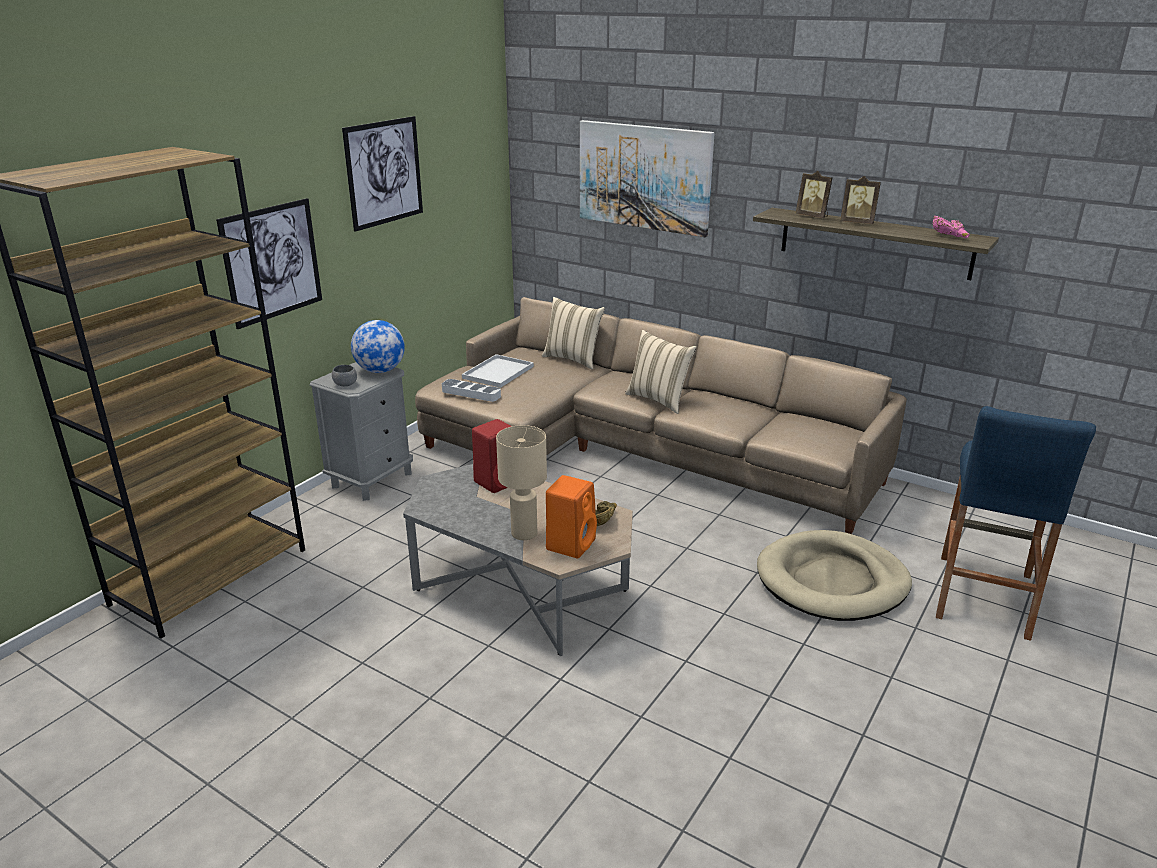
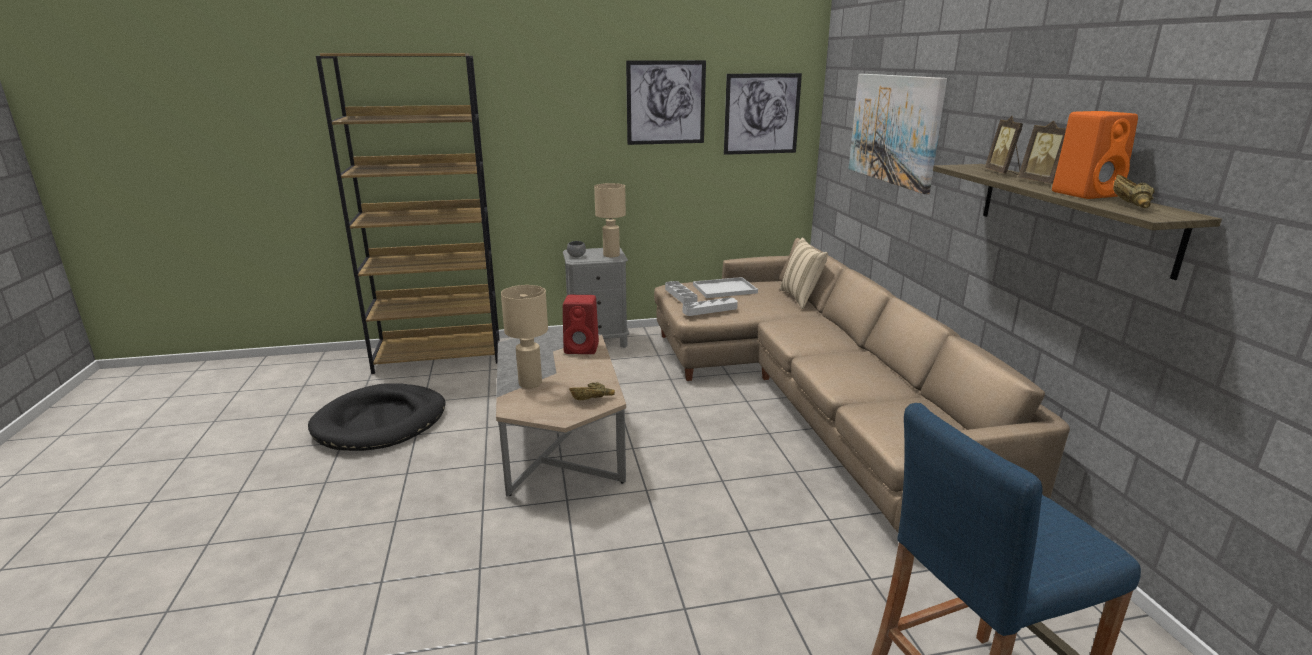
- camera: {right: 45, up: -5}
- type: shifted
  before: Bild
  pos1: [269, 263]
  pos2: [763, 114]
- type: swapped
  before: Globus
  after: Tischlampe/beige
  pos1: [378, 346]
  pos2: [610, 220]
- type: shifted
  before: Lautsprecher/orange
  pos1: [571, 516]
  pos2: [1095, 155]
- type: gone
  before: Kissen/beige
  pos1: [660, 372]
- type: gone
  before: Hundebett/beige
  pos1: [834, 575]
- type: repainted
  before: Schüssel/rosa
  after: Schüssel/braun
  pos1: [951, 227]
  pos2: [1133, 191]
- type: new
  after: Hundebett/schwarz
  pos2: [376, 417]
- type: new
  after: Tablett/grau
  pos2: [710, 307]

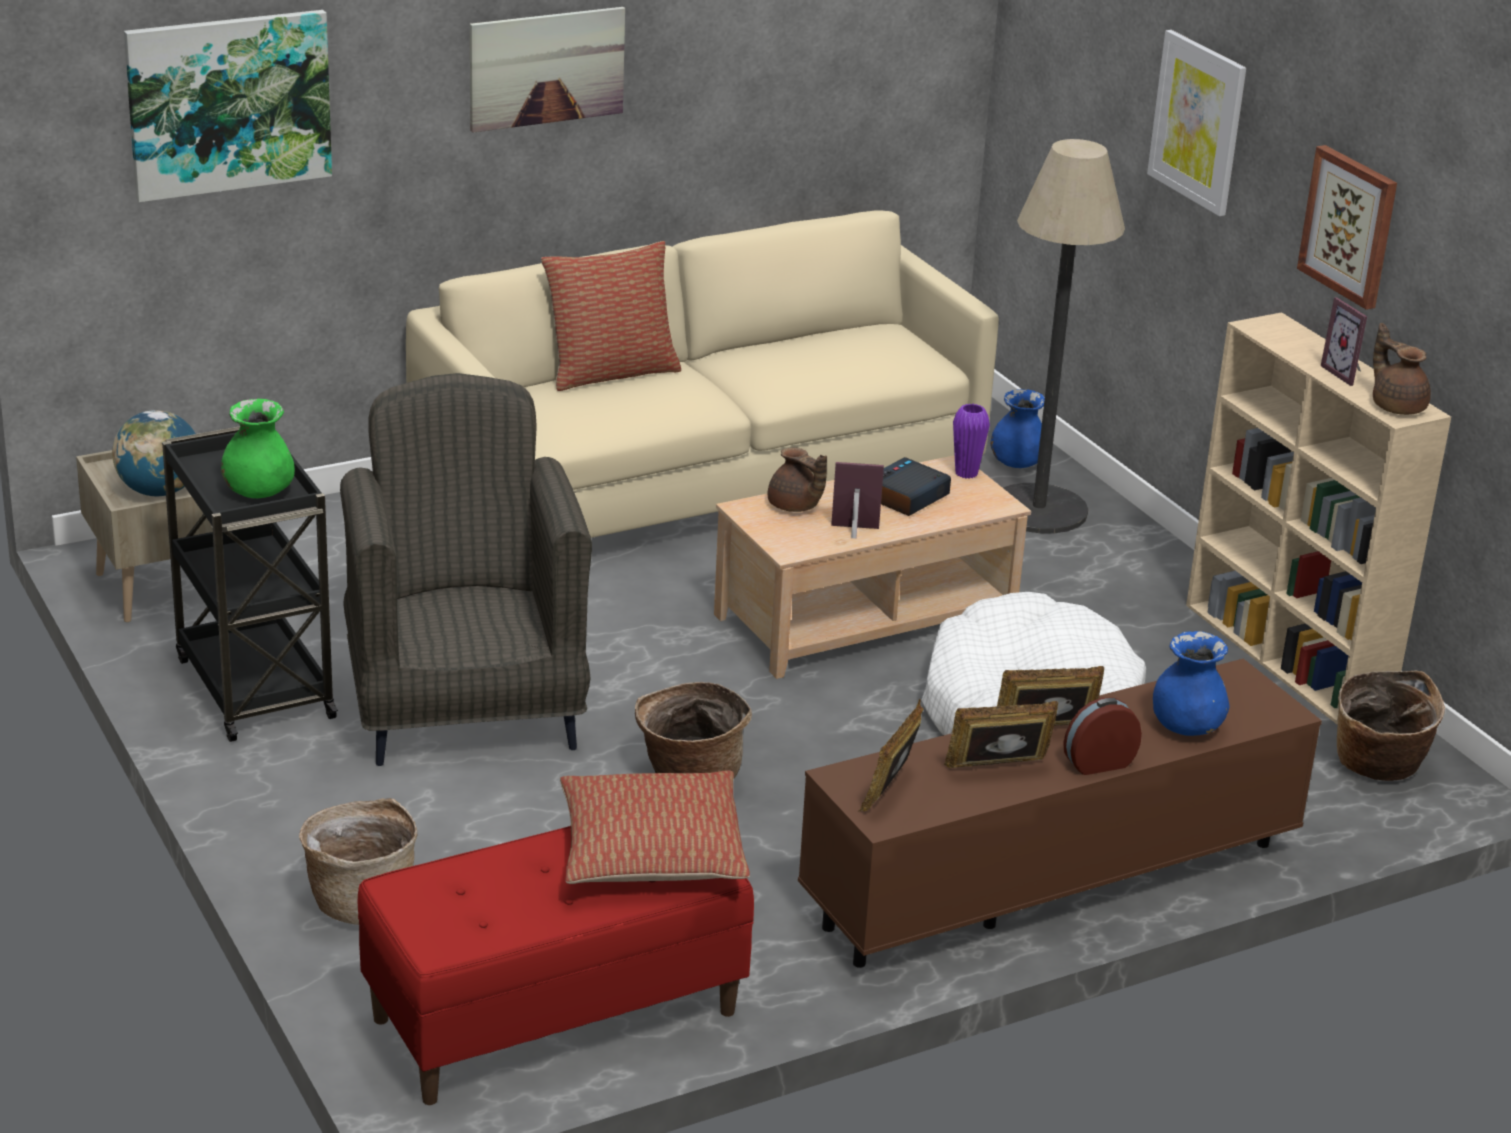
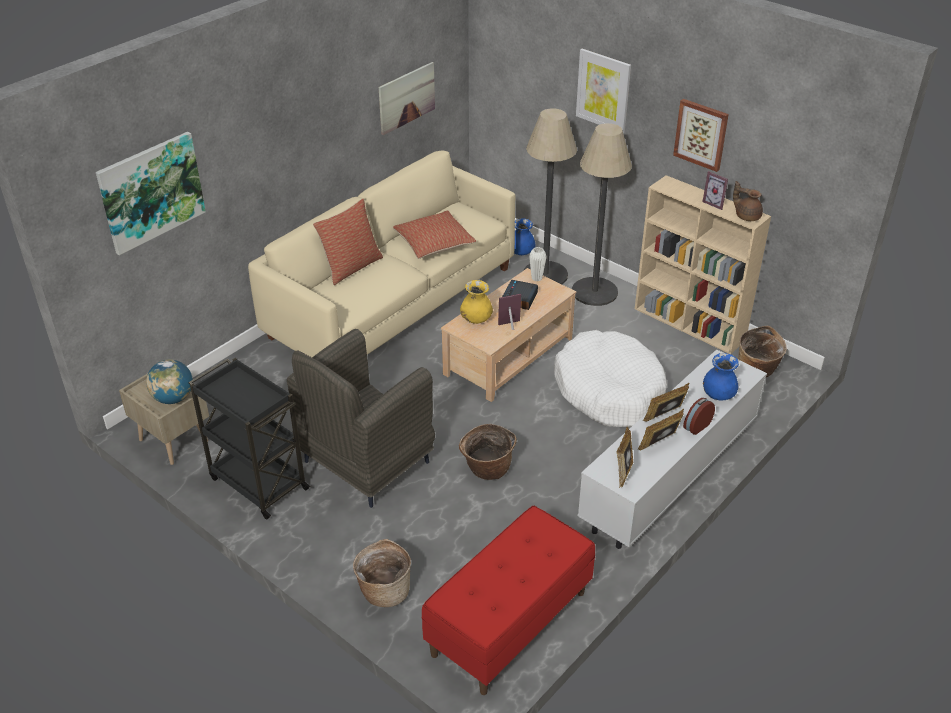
- camera: {right: -20, up: 10}
- type: gone
  before: Vase/grün
  pos1: [258, 448]
- type: rotated
  before: Sessel/grau
  pos1: [466, 569]
  pos2: [361, 418]
  turn: -105
- type: shifted
  before: Bild
  pos1: [547, 70]
  pos2: [407, 98]
- type: shifted
  before: Kissen
  pos1: [655, 827]
  pos2: [434, 234]
- type: swapped
  before: Teekanne/braun
  after: Vase/gelb
  pos1: [797, 480]
  pos2: [476, 302]
- type: repainted
  before: Fernsehschrank/braun
  after: Fernsehschrank/weiß
  pos1: [1060, 813]
  pos2: [672, 449]
- type: repainted
  before: Vase/lila
  after: Vase/weiß
  pos1: [971, 441]
  pos2: [538, 264]
- type: new
  after: Stehlampe
  pos2: [602, 214]

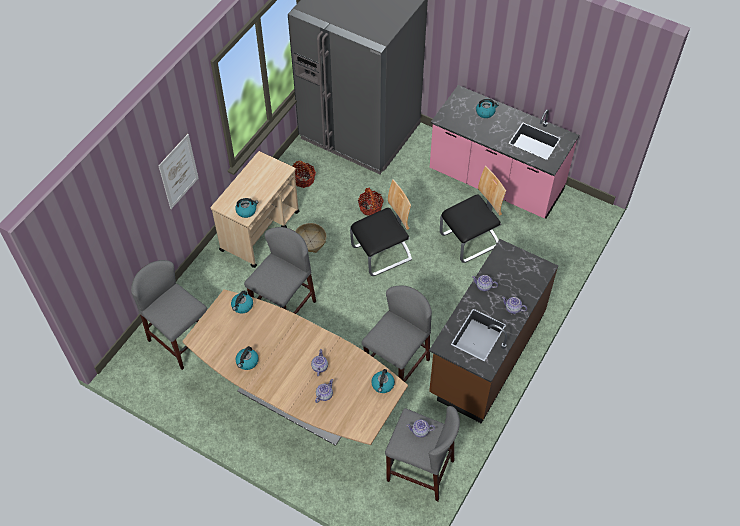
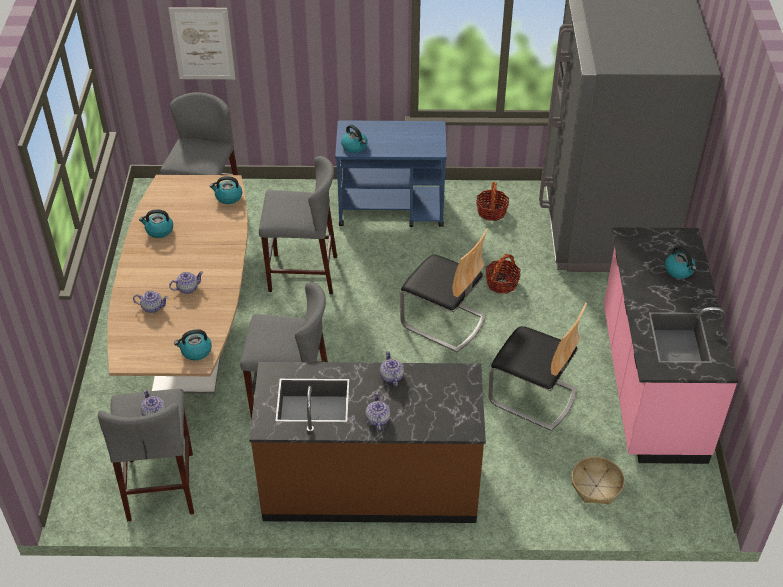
- camera: {right: 60, up: -10}
- type: shifted
  before: Bild
  pos1: [178, 171]
  pos2: [201, 43]
- type: repainted
  before: Rollwagen/beige
  after: Rollwagen/blau
  pos1: [255, 209]
  pos2: [391, 174]
- type: shifted
  before: Korb
  pos1: [310, 238]
  pos2: [598, 480]

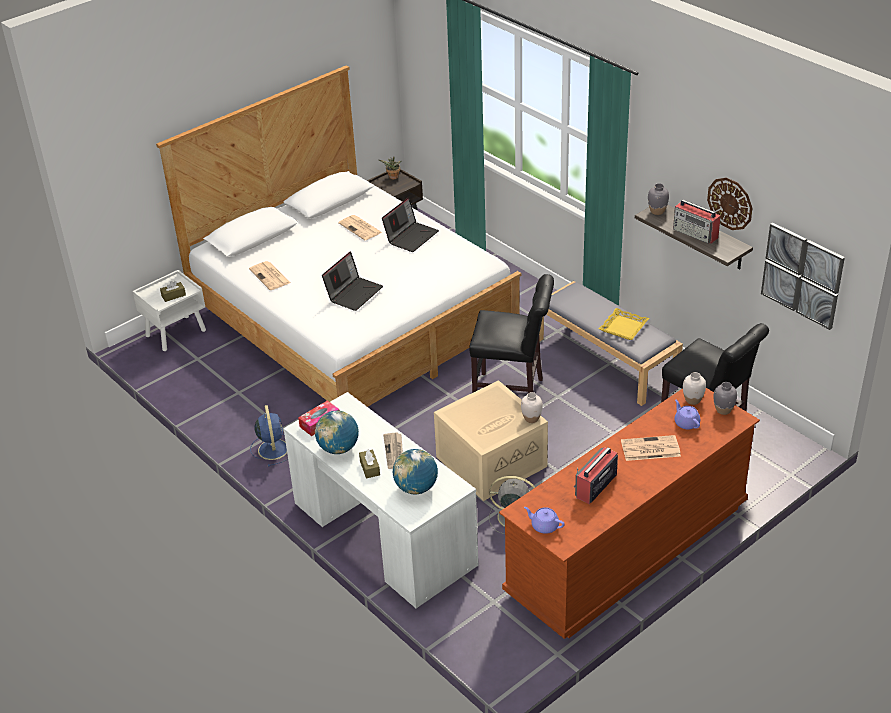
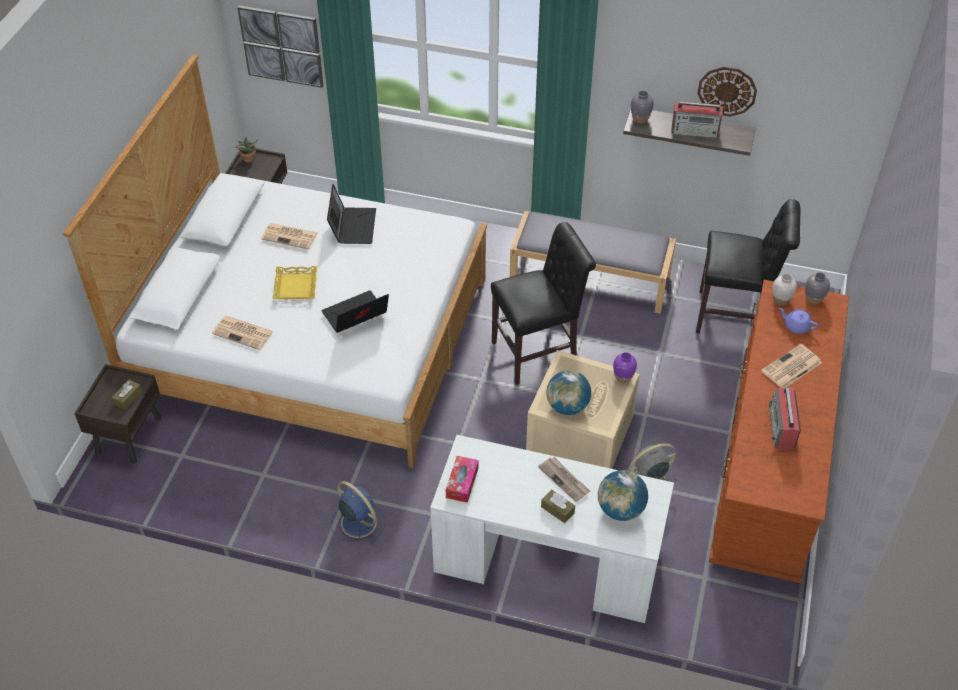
- camera: {right: -35, up: 10}
- type: repainted
  before: Nachttisch/weiß
  after: Nachttisch/braun
  pos1: [169, 310]
  pos2: [117, 414]
- type: shifted
  before: Globus
  pos1: [337, 432]
  pos2: [568, 392]
- type: rotated
  before: Laptop
  pos1: [352, 281]
  pos2: [355, 311]
  turn: -120
- type: repainted
  before: Vase/weiß
  after: Vase/lila
  pos1: [532, 407]
  pos2: [625, 367]
- type: gone
  before: Teekanne/lila
  pos1: [544, 520]
- type: shifted
  before: Tablett/gelb
  pos1: [624, 324]
  pos2: [295, 282]
- type: shifted
  before: Bild
  pos1: [803, 276]
  pos2: [280, 46]

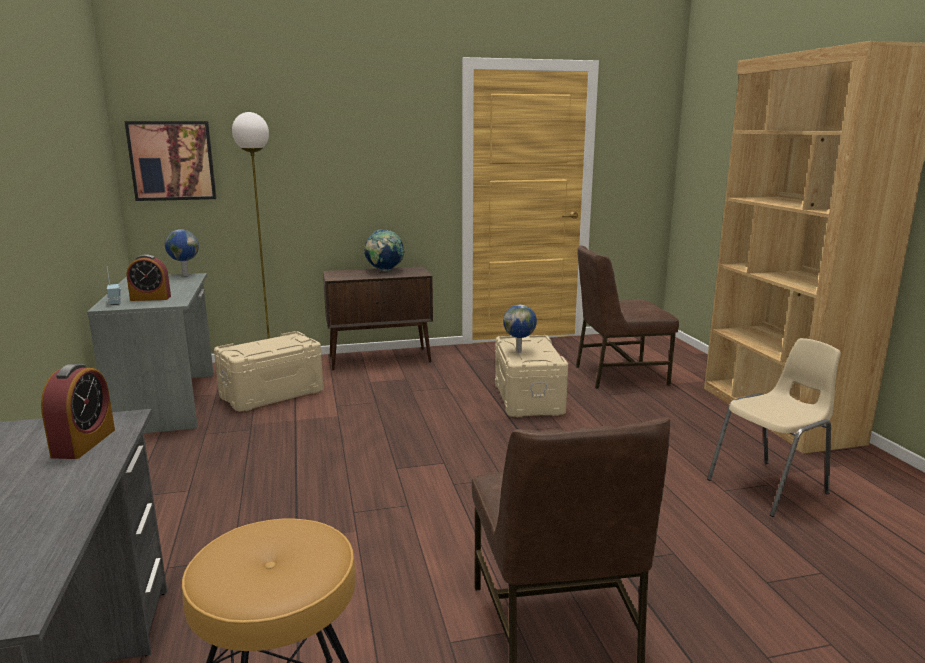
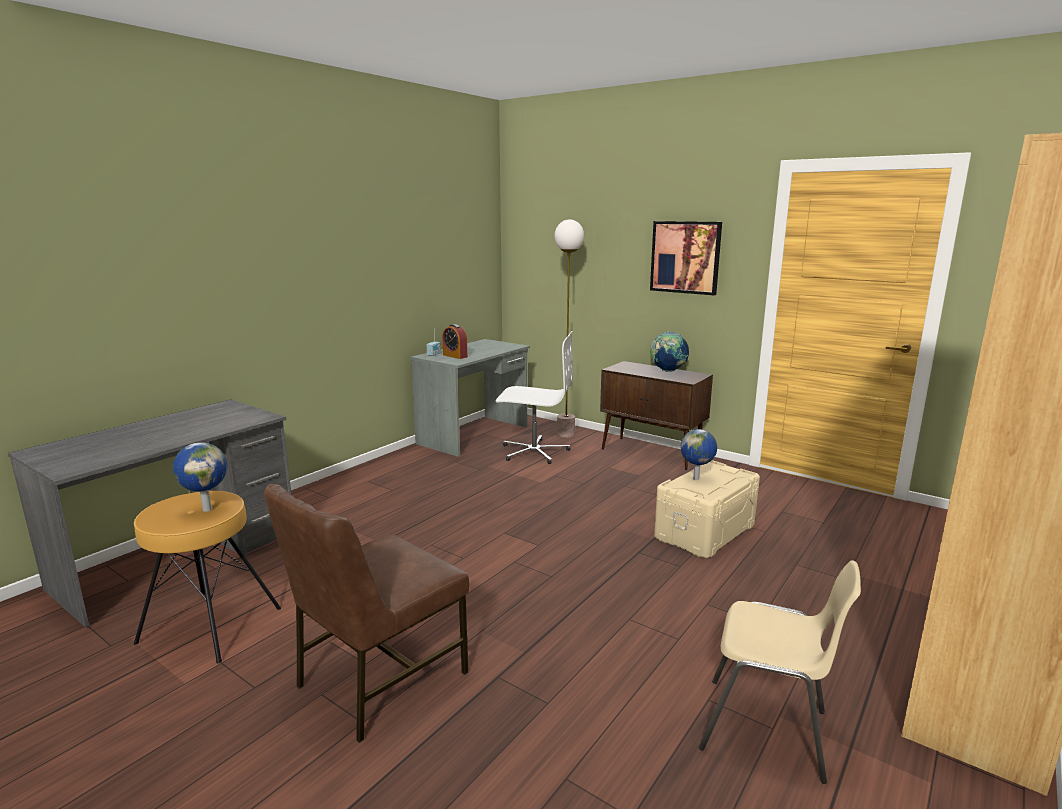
- camera: {right: 50, up: 0}
- type: gone
  before: Wecker
  pos1: [78, 411]
- type: shifted
  before: Bild
  pos1: [170, 161]
  pos2: [686, 258]
- type: shifted
  before: Globus
  pos1: [182, 252]
  pos2: [199, 477]
- type: swapped
  before: Aufbewahrungsbox/beige
  after: Bürostuhl/weiß
  pos1: [268, 371]
  pos2: [534, 397]
- type: gone
  before: Stuhl/braun
  pos1: [627, 317]

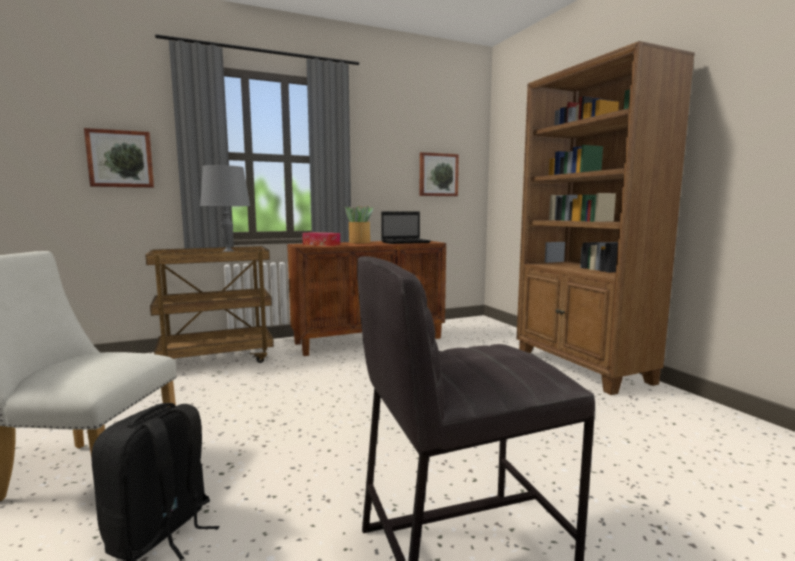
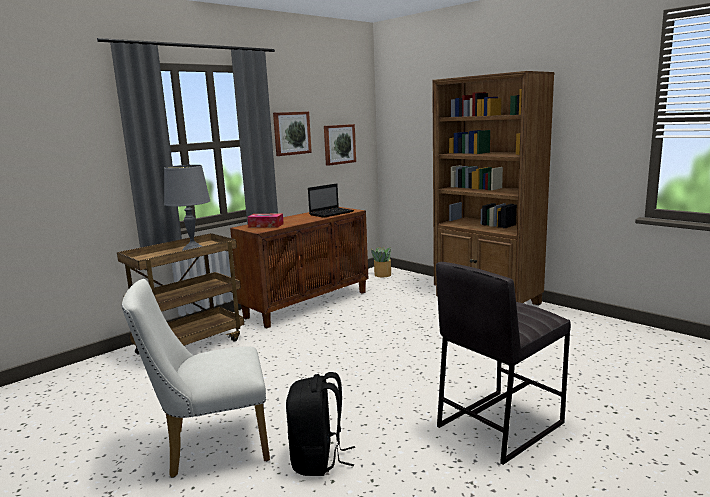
- camera: {right: -20, up: 5}
- type: shifted
  before: Bild
  pos1: [119, 158]
  pos2: [292, 133]
- type: shifted
  before: Topfpflanze
  pos1: [359, 224]
  pos2: [381, 262]

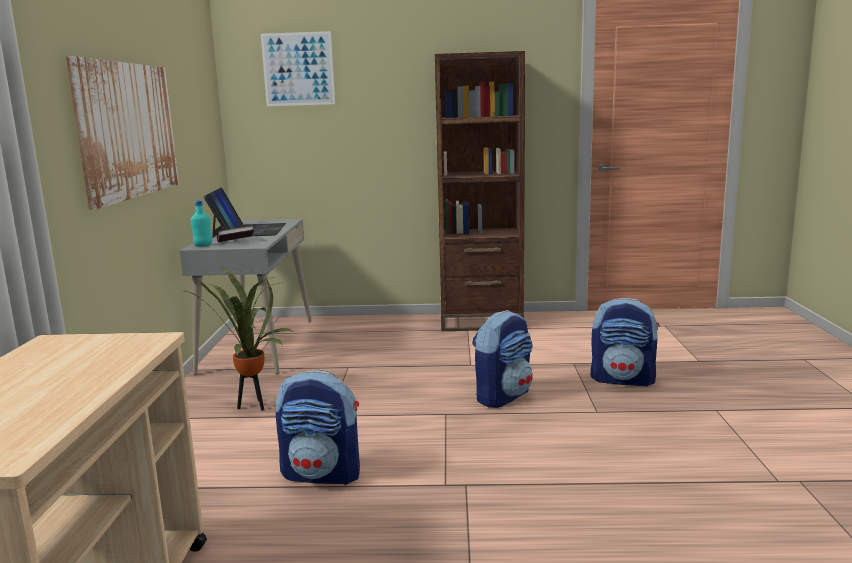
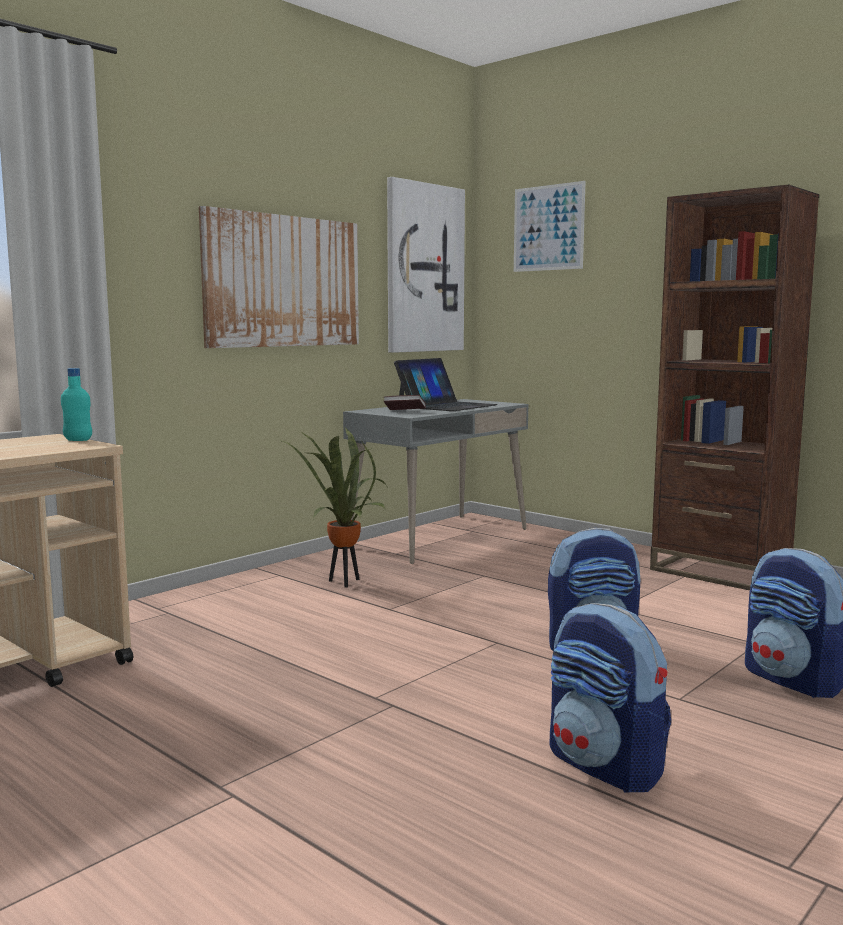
- camera: {right: 40, up: -5}
- type: shifted
  before: Flasche/türkis
  pos1: [201, 223]
  pos2: [76, 404]
- type: shifted
  before: Rucksack
  pos1: [318, 427]
  pos2: [610, 698]
- type: new
  after: Bild
  pos2: [426, 265]

